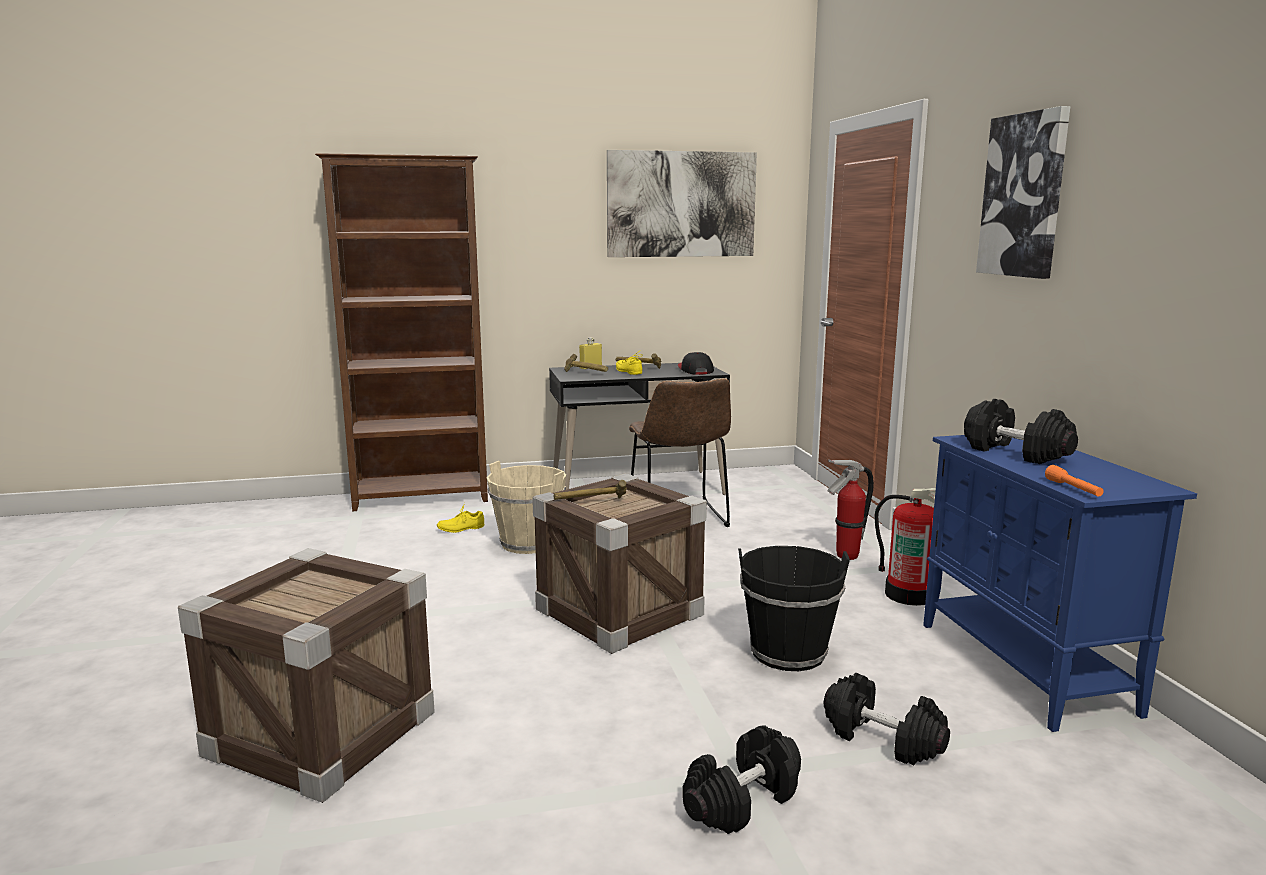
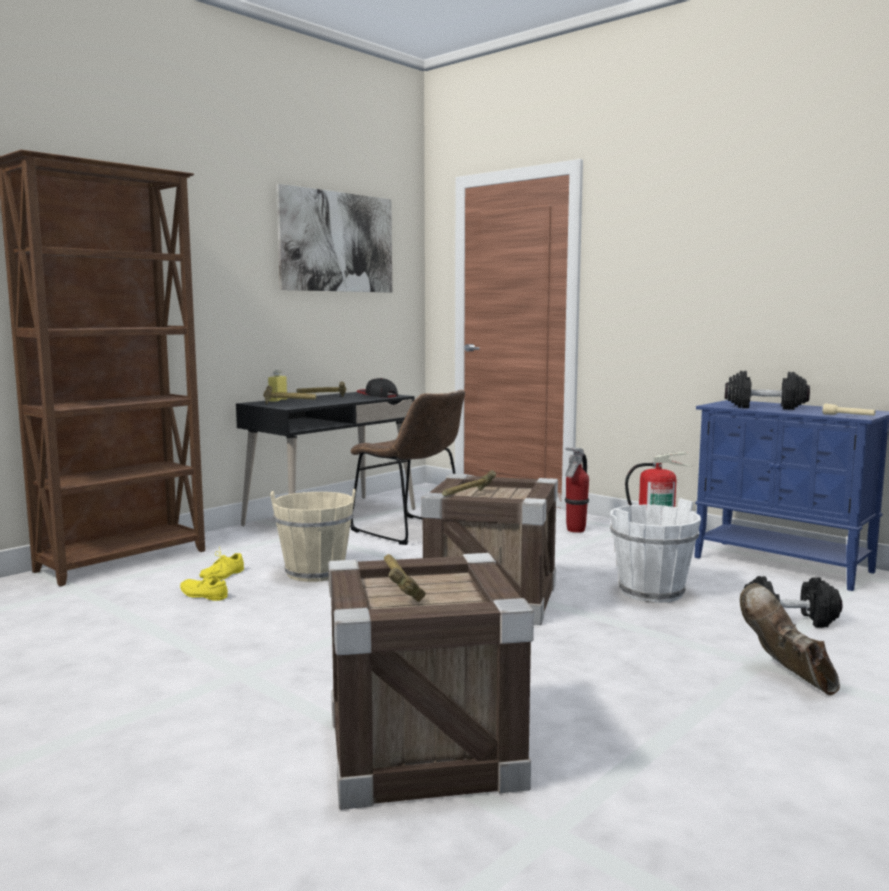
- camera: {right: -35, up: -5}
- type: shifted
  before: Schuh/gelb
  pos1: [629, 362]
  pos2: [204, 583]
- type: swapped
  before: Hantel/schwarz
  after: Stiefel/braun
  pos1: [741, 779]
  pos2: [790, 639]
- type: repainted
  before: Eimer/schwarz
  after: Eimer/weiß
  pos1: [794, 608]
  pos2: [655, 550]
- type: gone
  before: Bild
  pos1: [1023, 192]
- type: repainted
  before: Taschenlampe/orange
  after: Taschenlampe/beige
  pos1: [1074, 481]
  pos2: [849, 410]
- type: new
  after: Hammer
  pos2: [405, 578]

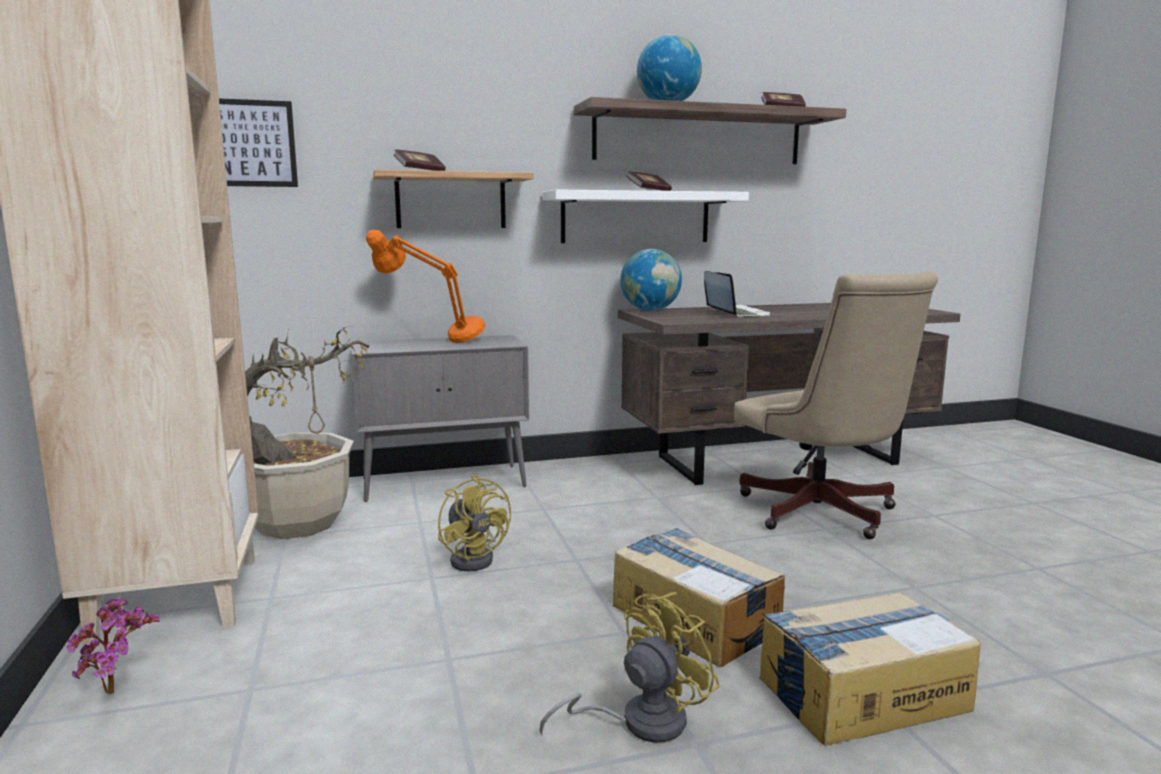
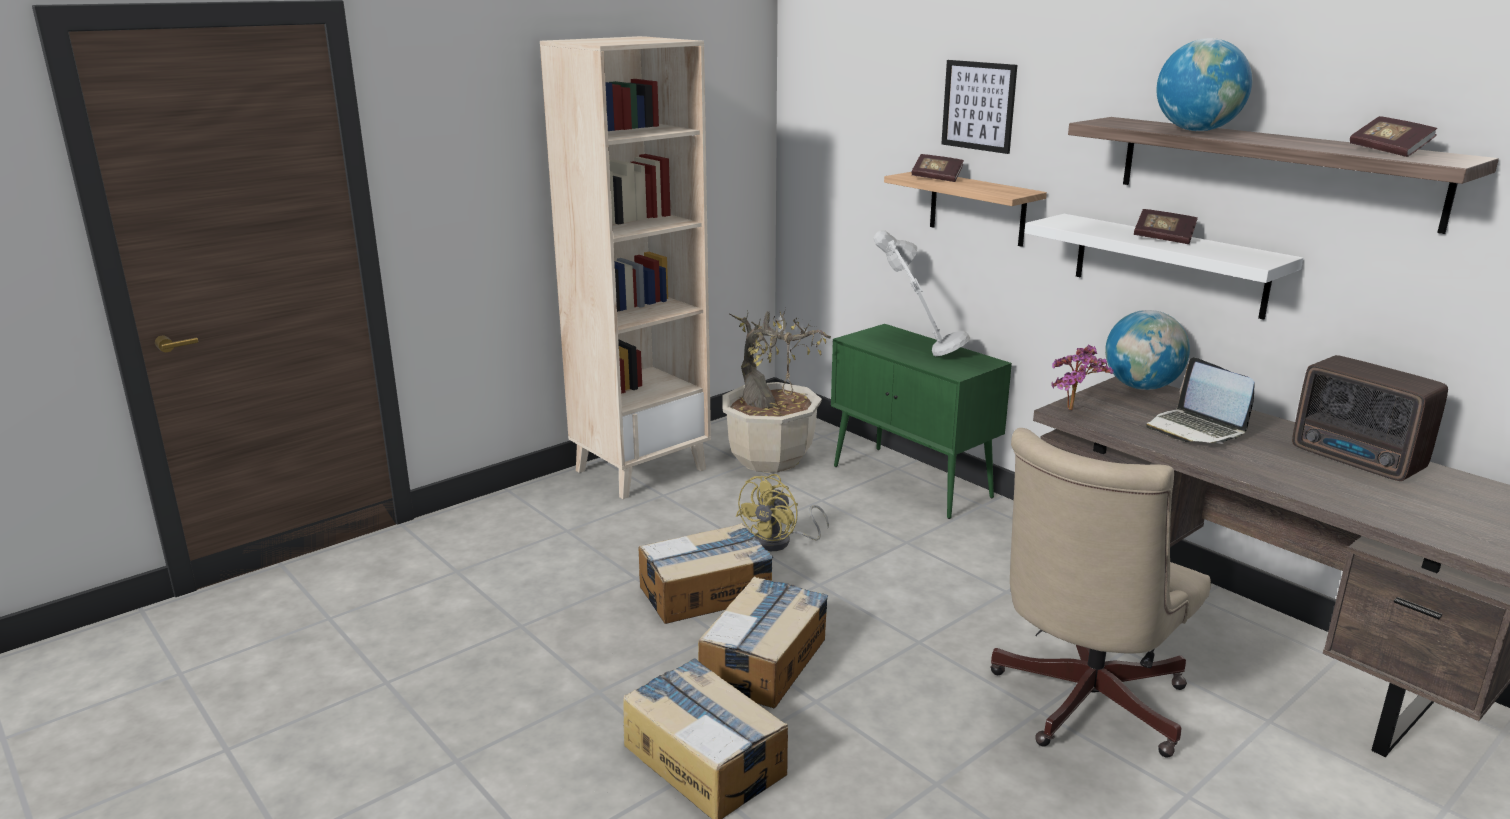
- camera: {right: 65, up: 10}
- type: shifted
  before: Topfpflanze
  pos1: [113, 645]
  pos2: [1082, 377]
- type: shifted
  before: Bild
  pos1: [258, 142]
  pos2: [979, 107]
- type: repainted
  before: Schrank/grau
  after: Schrank/grün
  pos1: [440, 418]
  pos2: [921, 421]
- type: repainted
  before: Tischlampe/orange
  after: Tischlampe/grau
  pos1: [425, 286]
  pos2: [922, 293]
- type: gone
  before: Ventilator/gelb
  pos1: [629, 667]
- type: rotated
  before: Laptop
  pos1: [737, 294]
  pos2: [1200, 400]
  turn: 105
- type: new
  after: Karton
  pos2: [705, 573]
- type: new
  after: Radio
  pos2: [1370, 418]

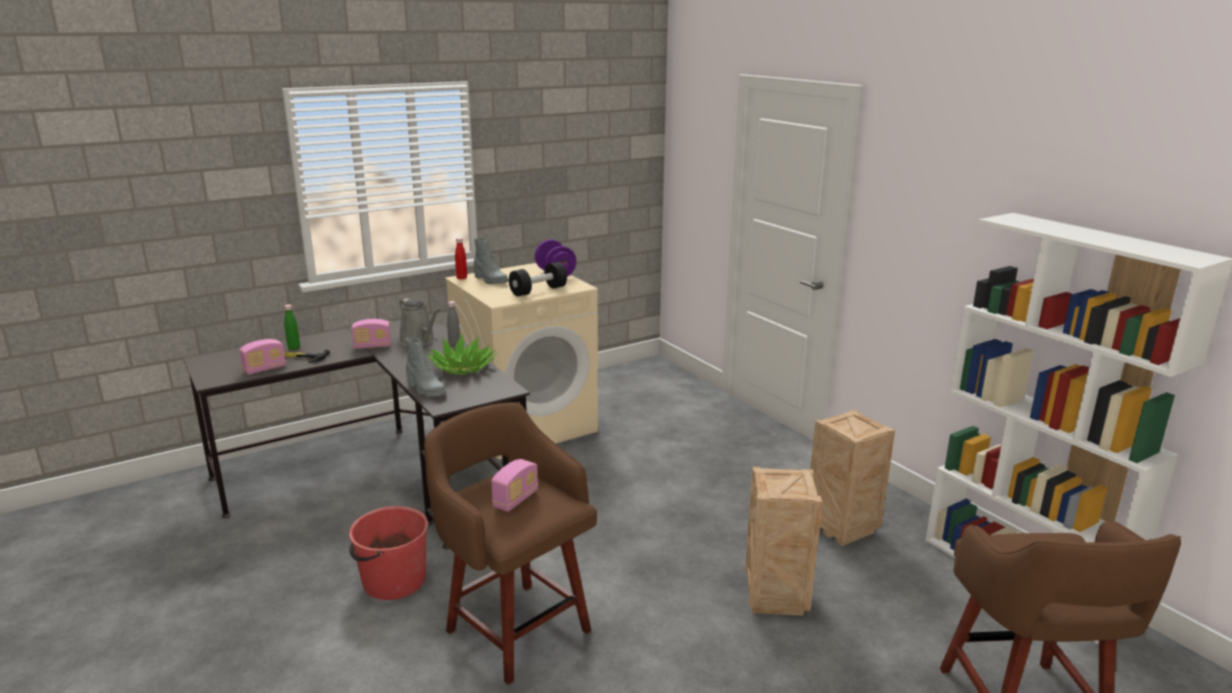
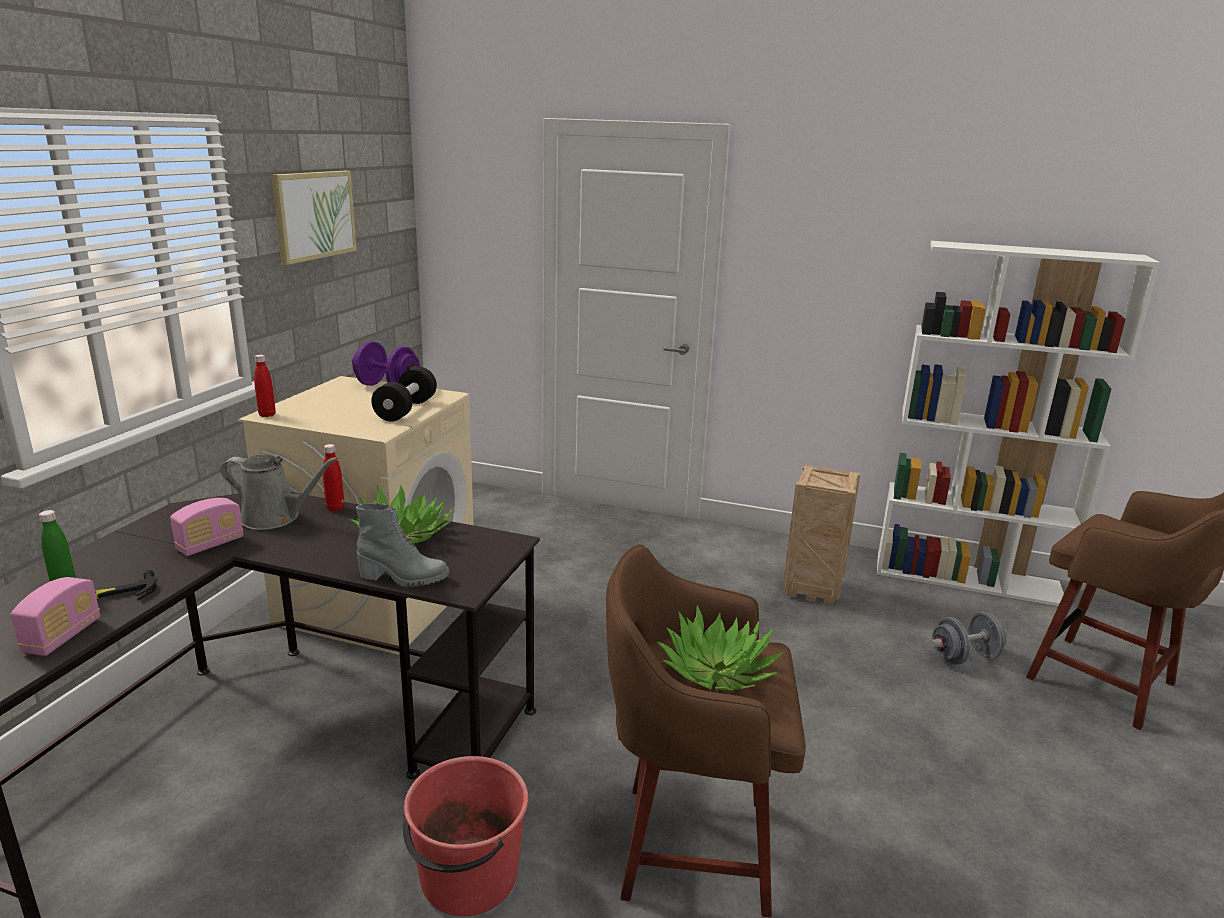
- camera: {right: -40, up: 0}
- type: repainted
  before: Flasche/grau
  after: Flasche/rot
  pos1: [453, 323]
  pos2: [333, 477]
- type: gone
  before: Stiefel/grau
  pos1: [491, 261]
- type: swapped
  before: Radio
  after: Topfpflanze
  pos1: [514, 485]
  pos2: [720, 648]
- type: gone
  before: Kiste
  pos1: [784, 541]
- type: new
  after: Bild
  pos2: [314, 218]
- type: new
  after: Hantel/grau
  pos2: [968, 638]

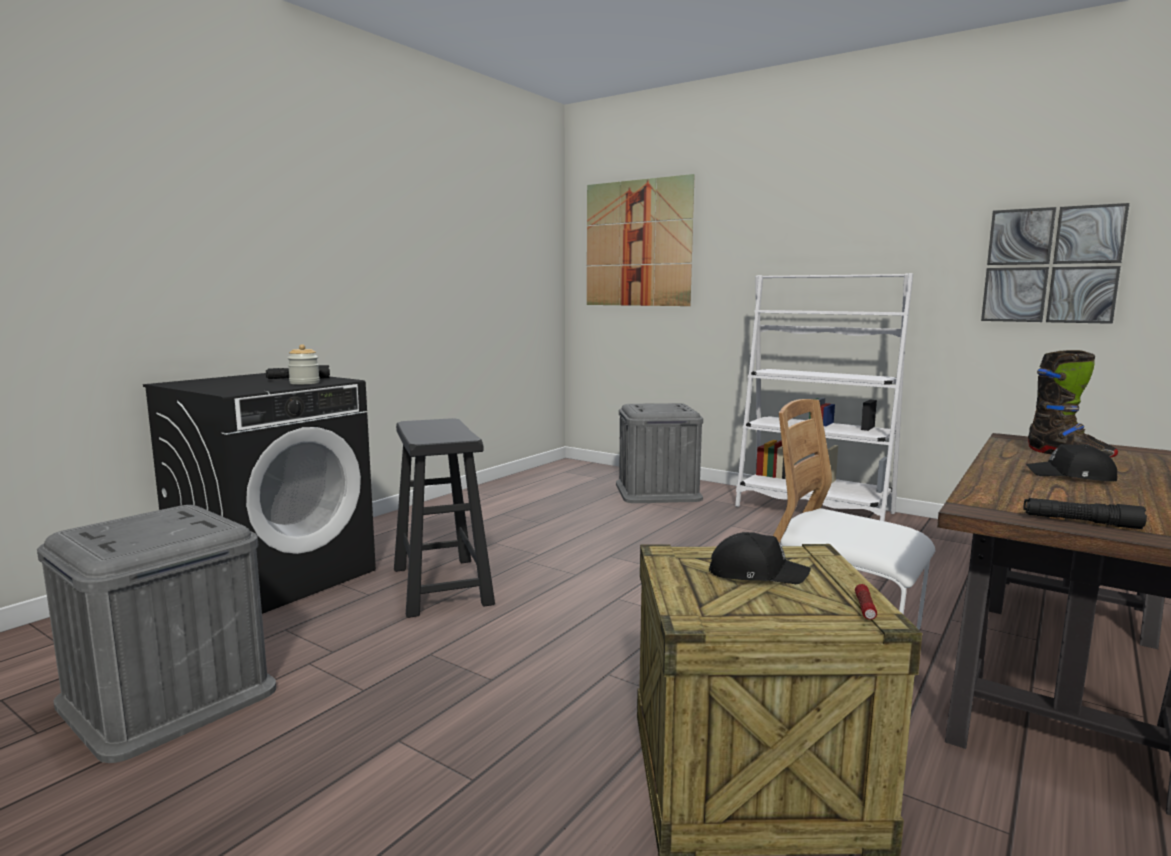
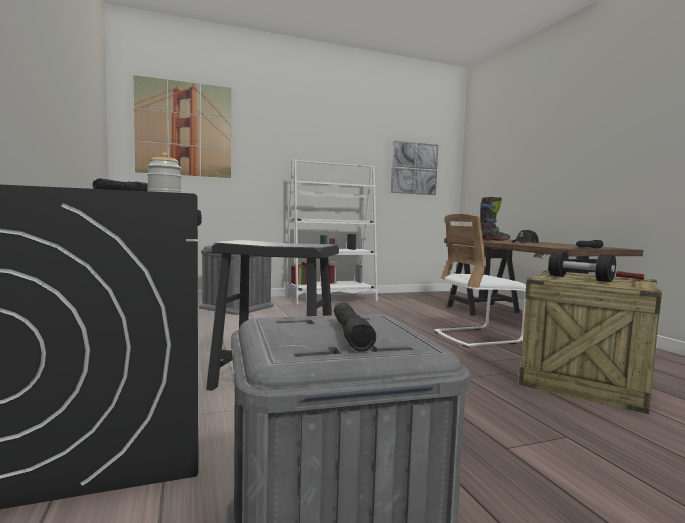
- camera: {right: -55, up: -5}
- type: swapped
  before: Kappe/schwarz
  after: Hantel/schwarz
  pos1: [760, 558]
  pos2: [582, 266]
- type: new
  after: Taschenlampe/schwarz
  pos2: [355, 327]

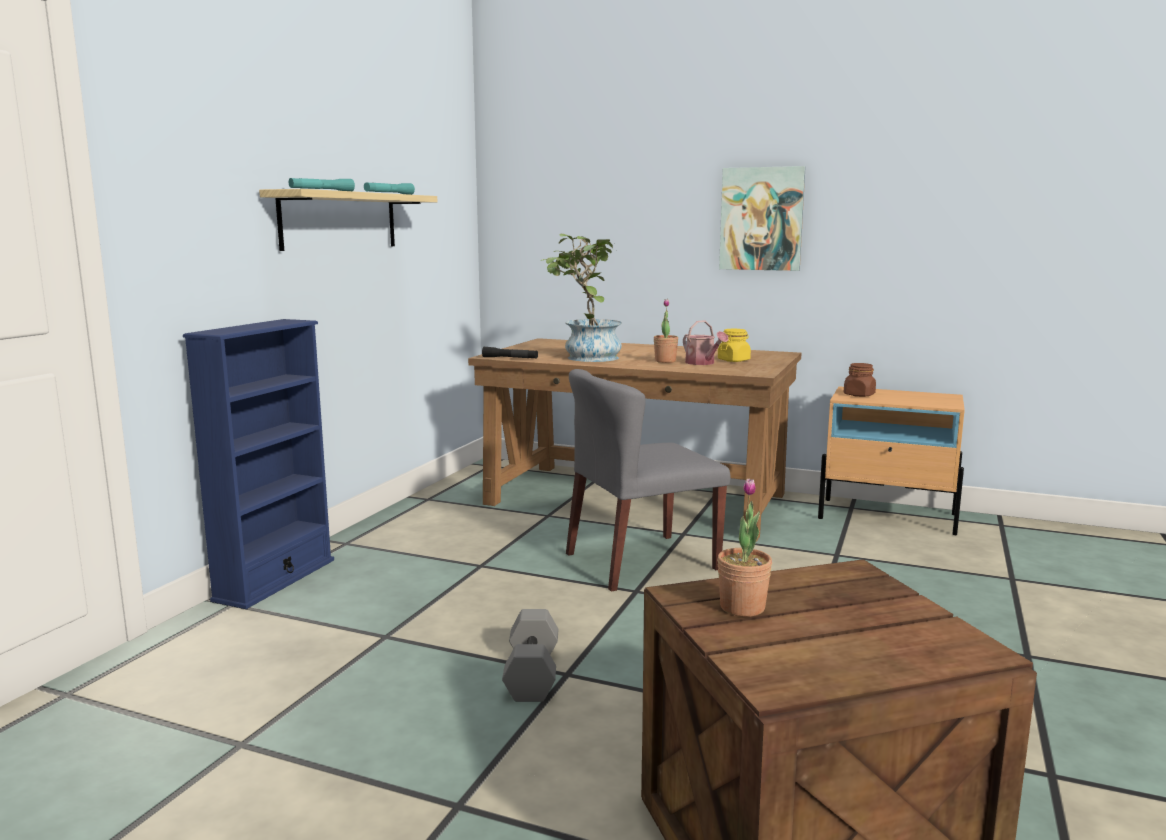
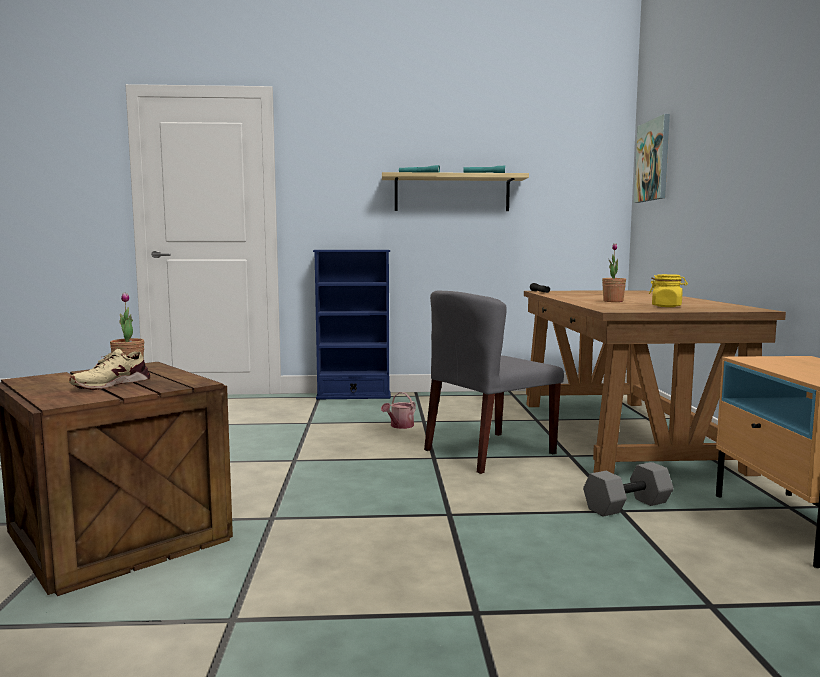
- camera: {right: 65, up: -5}
- type: shifted
  before: Hantel/grau
  pos1: [530, 655]
  pos2: [628, 489]
- type: gone
  before: Topfpflanze
  pos1: [582, 298]
- type: rotated
  before: Stuhl/grau
  pos1: [648, 480]
  pos2: [494, 382]
  turn: -75
- type: shifted
  before: Gießkanne
  pos1: [705, 342]
  pos2: [398, 410]
- type: shifted
  before: Bild
  pos1: [762, 218]
  pos2: [652, 158]
- type: gone
  before: Vorratsglas/braun
  pos1: [860, 380]
- type: new
  after: Schuh/beige
  pos2: [109, 369]

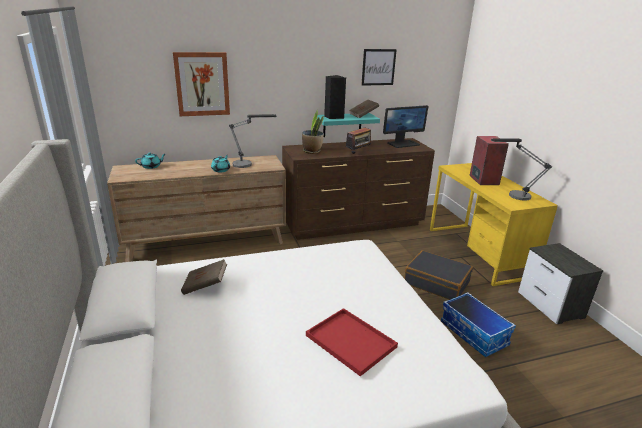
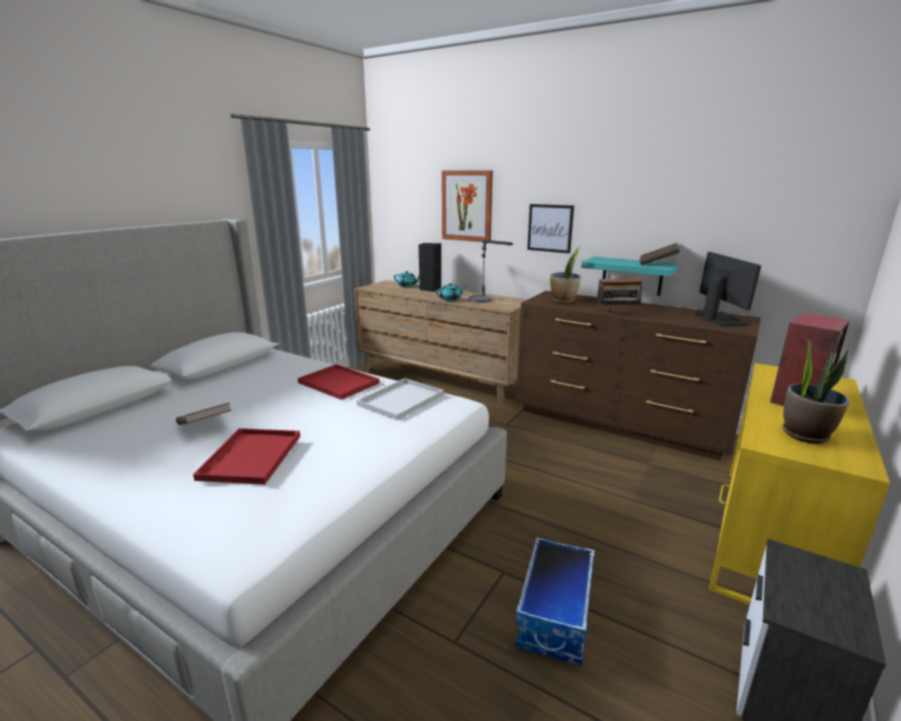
- camera: {right: 50, up: -5}
- type: shifted
  before: Buch/braun
  pos1: [204, 277]
  pos2: [204, 413]
- type: shifted
  before: Lautsprecher/schwarz
  pos1: [335, 97]
  pos2: [430, 267]
- type: shifted
  before: Bild
  pos1: [379, 67]
  pos2: [550, 228]
- type: rotated
  before: Monitor
  pos1: [405, 126]
  pos2: [728, 289]
  turn: -120
- type: gone
  before: Koffer/schwarz
  pos1: [438, 275]
- type: swapped
  before: Tischlampe
  after: Topfpflanze
  pos1: [521, 169]
  pos2: [816, 391]
- type: new
  after: Tablett/rot
  pos2: [339, 382]
- type: new
  after: Tablett/weiß
  pos2: [400, 399]

